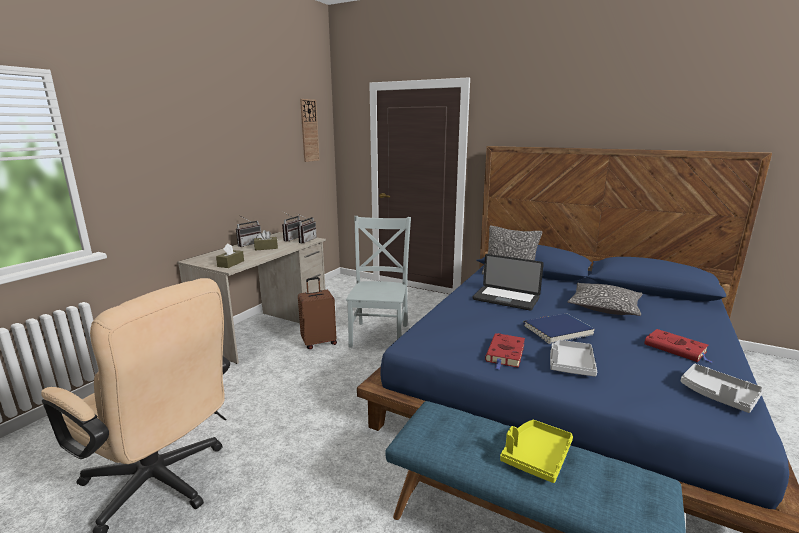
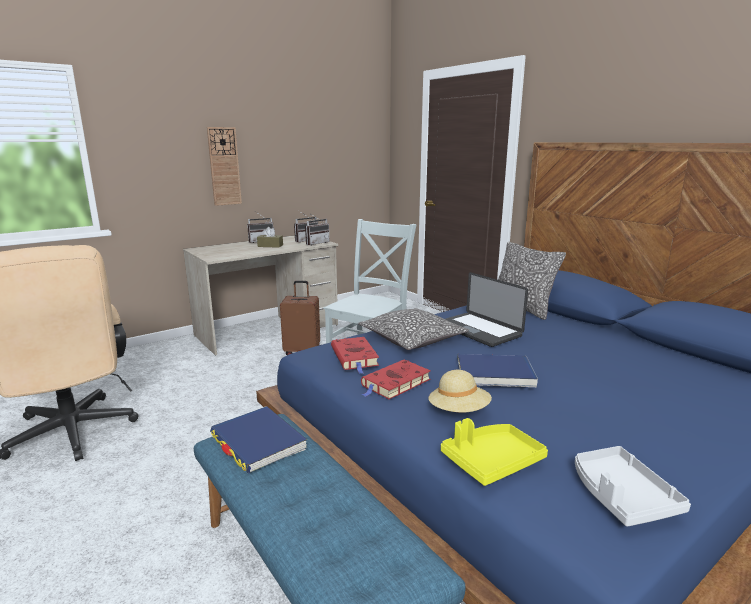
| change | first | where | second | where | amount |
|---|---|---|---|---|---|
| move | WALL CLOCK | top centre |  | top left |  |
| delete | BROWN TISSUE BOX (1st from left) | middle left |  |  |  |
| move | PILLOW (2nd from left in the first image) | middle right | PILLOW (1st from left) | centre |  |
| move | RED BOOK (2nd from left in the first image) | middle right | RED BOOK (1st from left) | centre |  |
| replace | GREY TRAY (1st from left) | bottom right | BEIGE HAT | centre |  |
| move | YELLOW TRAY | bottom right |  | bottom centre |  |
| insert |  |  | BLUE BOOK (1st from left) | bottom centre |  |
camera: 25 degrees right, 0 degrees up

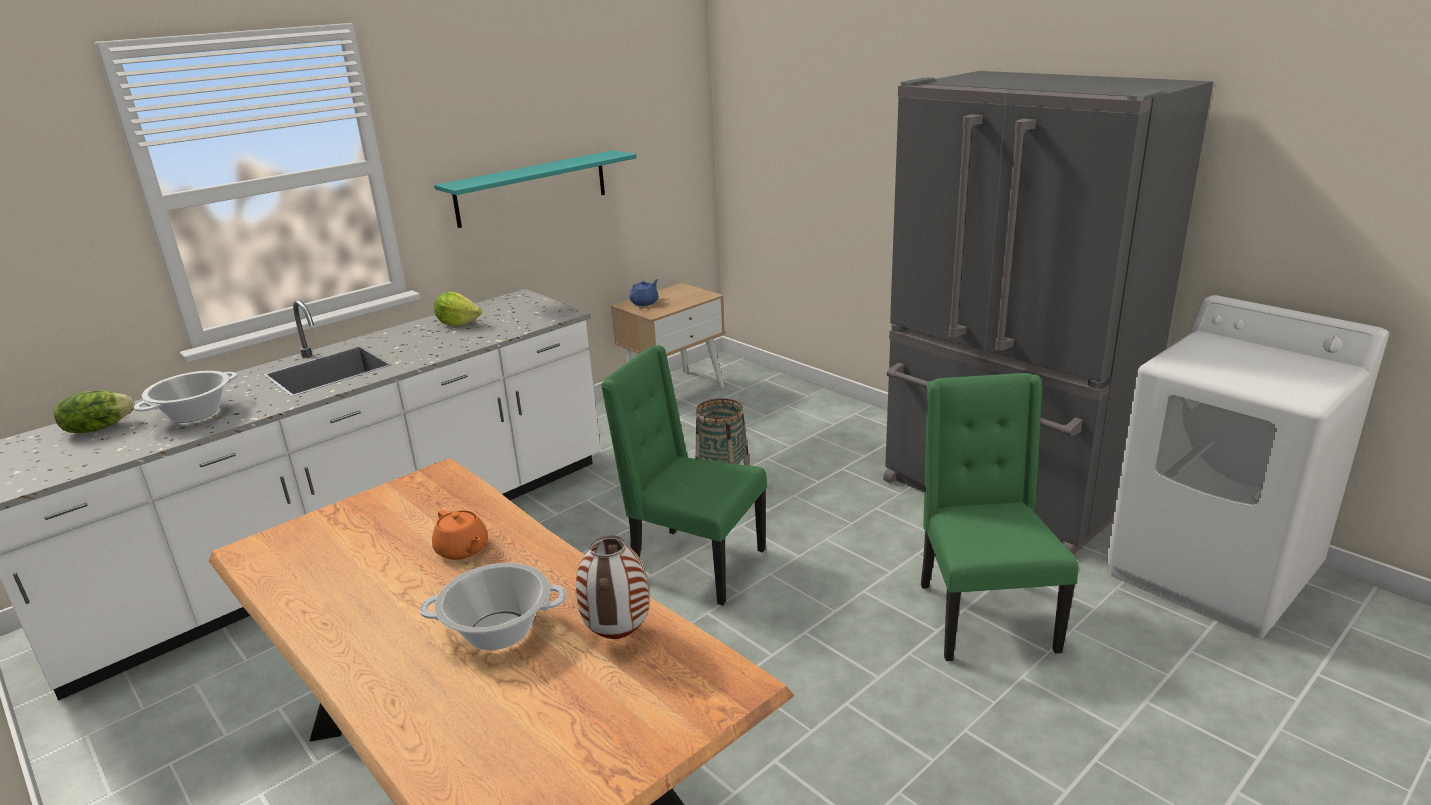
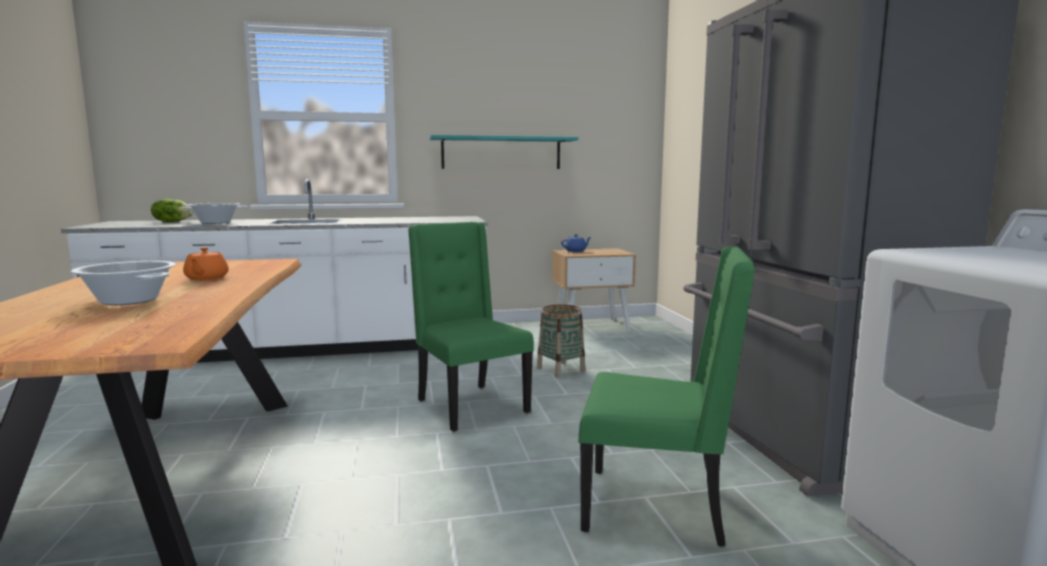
| change | first | where | second | where | amount |
|---|---|---|---|---|---|
| delete | LETTUCE (2nd from left) | middle left |  |  |  |
| rotate | GREEN CHAIR (2nd from left) | middle right |  | bottom centre | 75 degrees clockwise |
| delete | VASE | bottom centre |  |  |  |
camera: 30 degrees right, 15 degrees down

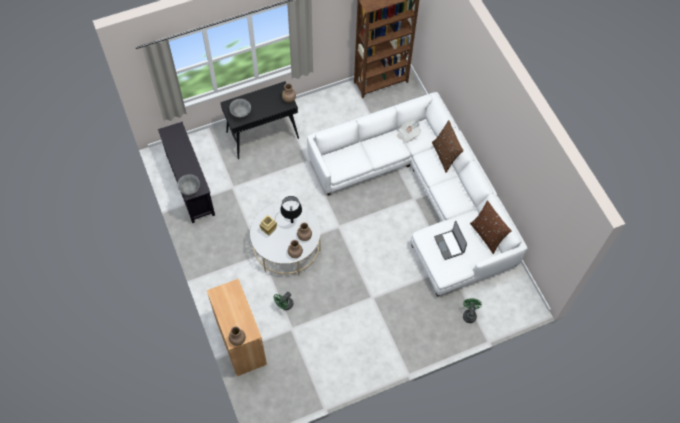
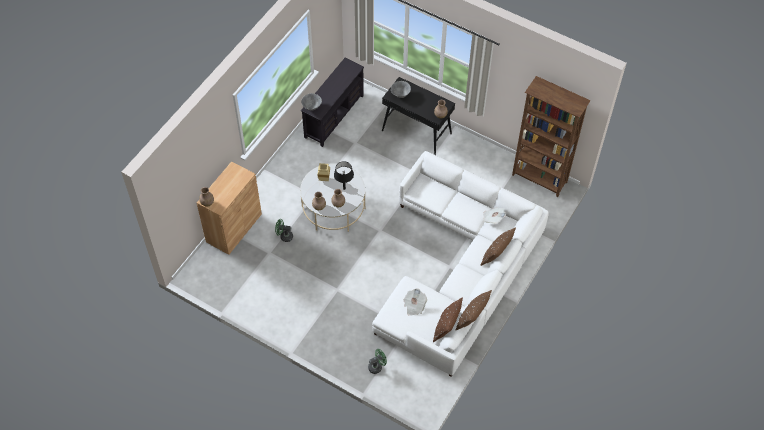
| change | first | where | second | where | amount |
|---|---|---|---|---|---|
| replace | LAPTOP | centre | NEWSPAPER (1st from left) | bottom centre |  |
| insert |  |  | BROWN PILLOW (2nd from left) | bottom centre |  |
camera: 55 degrees right, 5 degrees down

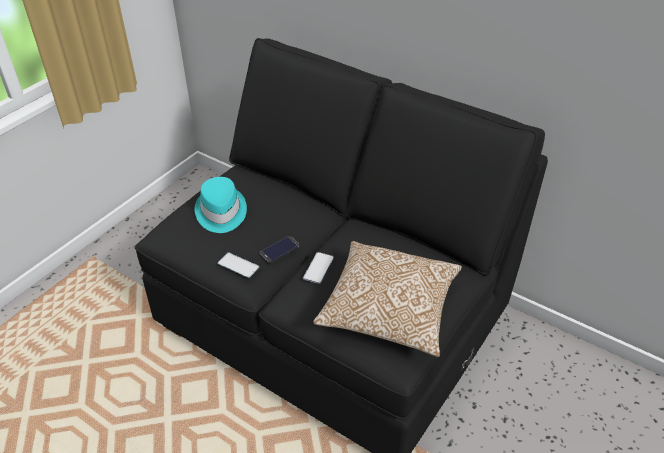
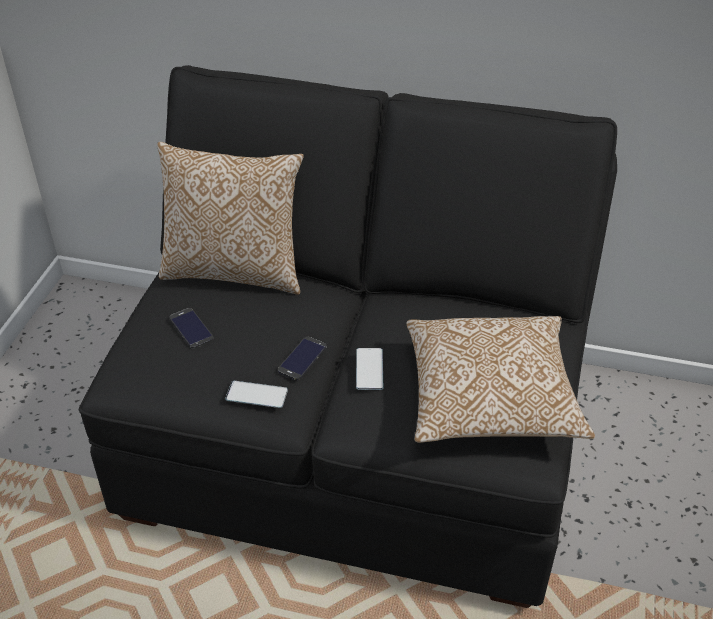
| change | first | where | second | where | amount |
|---|---|---|---|---|---|
| replace | TURQUOISE HAT | middle left | PHONE (1st from left) | middle left |  |
| insert |  |  | PILLOW (1st from left) | middle left |  |
camera: 20 degrees left, 0 degrees up

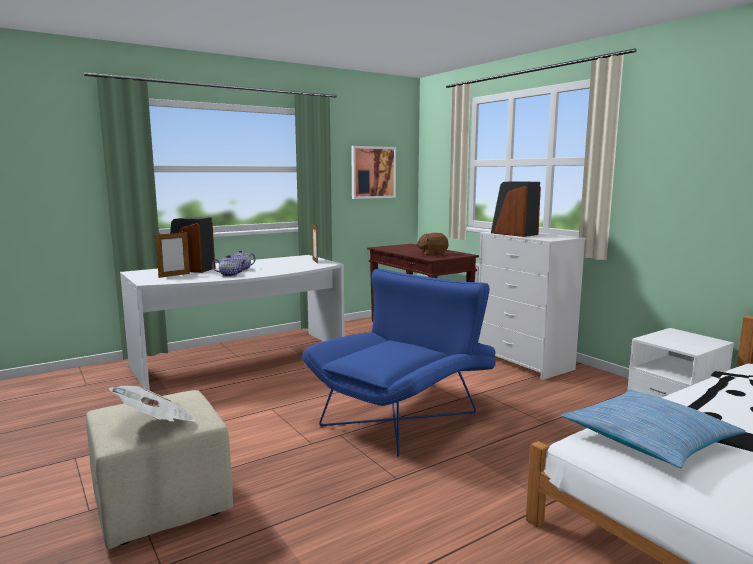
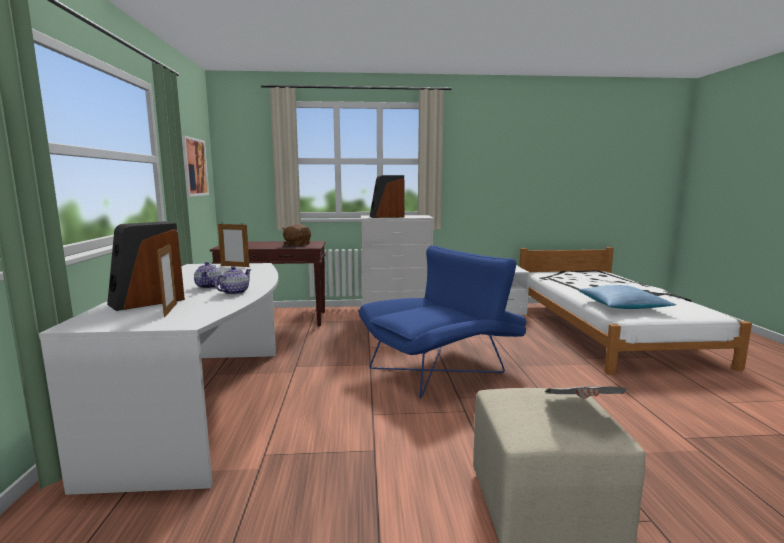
| change | first | where | second | where | amount |
|---|---|---|---|---|---|
| rotate | BLUE ARMCHAIR | centre |  | centre | 75 degrees clockwise |
camera: 60 degrees left, 0 degrees up

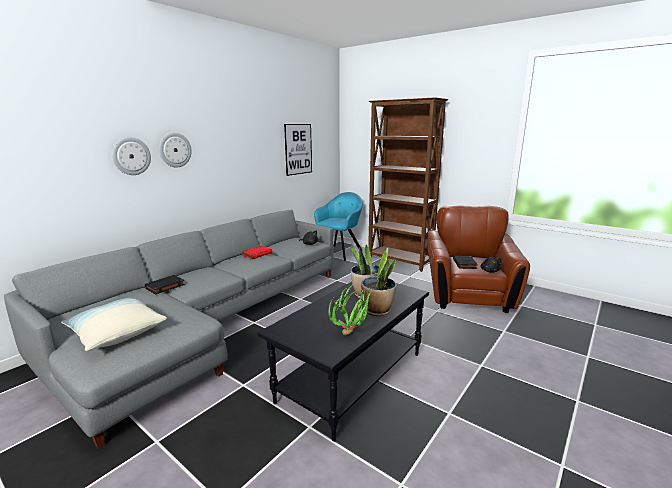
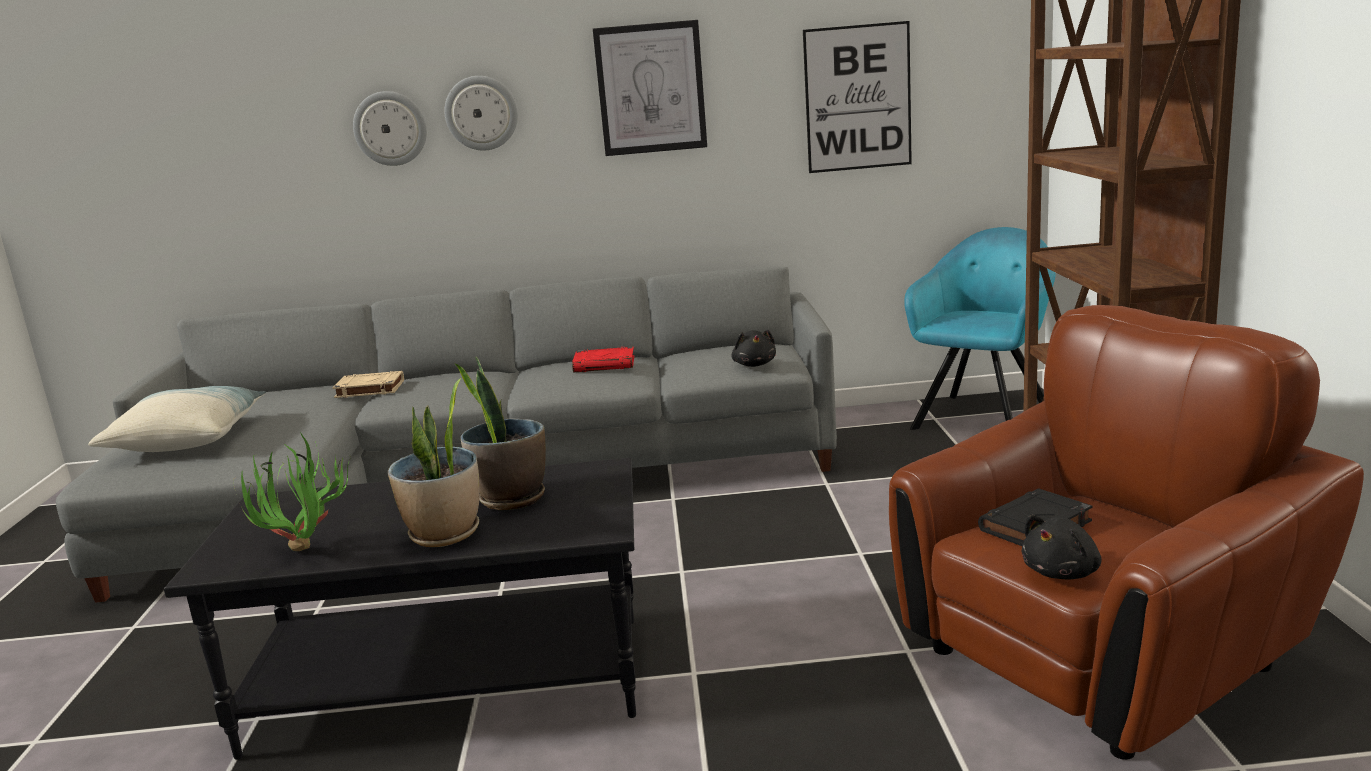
| change | first | where | second | where | amount |
|---|---|---|---|---|---|
| rotate | TURQUOISE ARMCHAIR | centre |  | middle right | 45 degrees counterclockwise |
| recolor | BLACK BOOK (1st from left) | middle left | BEIGE BOOK | middle left |  |
| insert |  |  | PICTURE (1st from left) | top centre |  |
camera: 50 degrees right, 0 degrees up

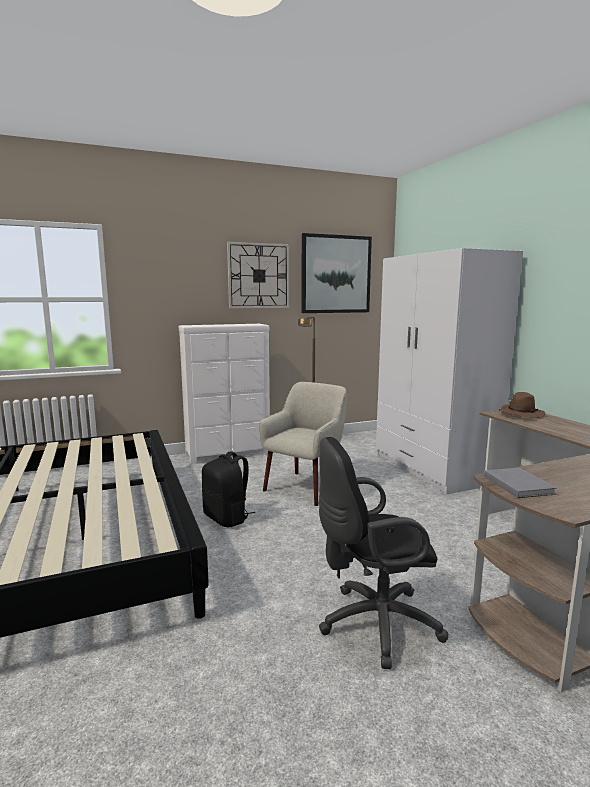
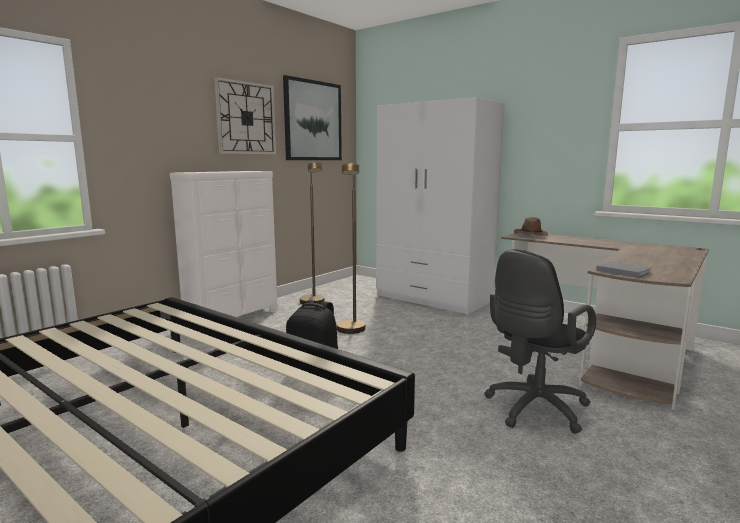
| change | first | where | second | where | amount |
|---|---|---|---|---|---|
| replace | BEIGE ARMCHAIR | centre | BROWN FLOOR LAMP (2nd from left) | centre |  |
camera: 30 degrees left, 0 degrees up

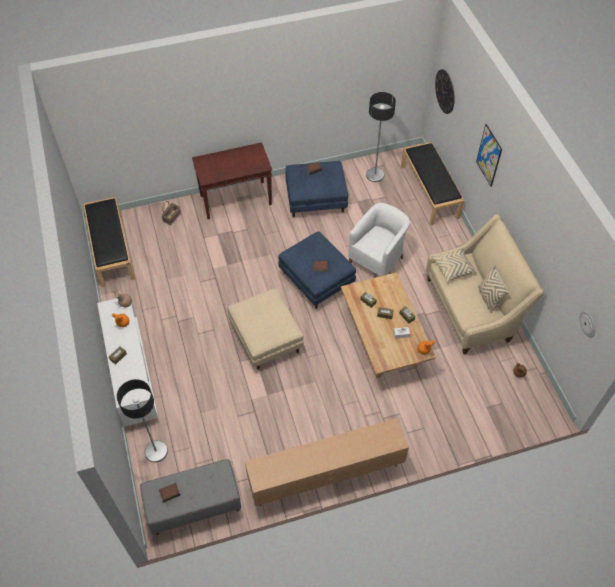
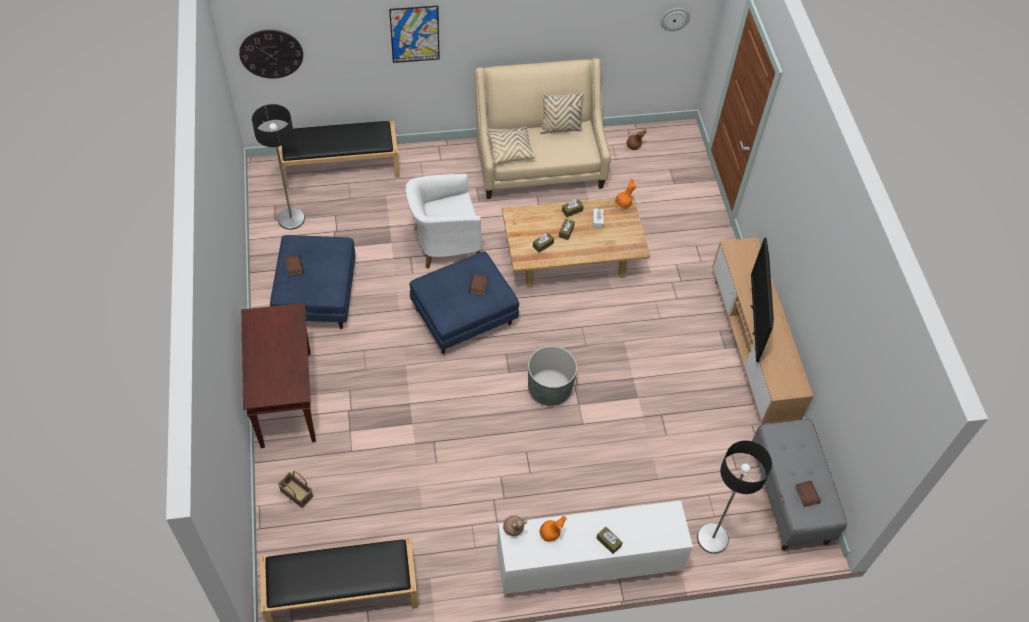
| change | first | where | second | where | amount |
|---|---|---|---|---|---|
| rotate | WHITE ARMCHAIR | centre |  | centre | 60 degrees counterclockwise |
| replace | BEIGE OTTOMAN | centre | GREY PLANTER | centre |  |
| insert |  |  | TELEVISION | middle right |  |
camera: 85 degrees left, 0 degrees up

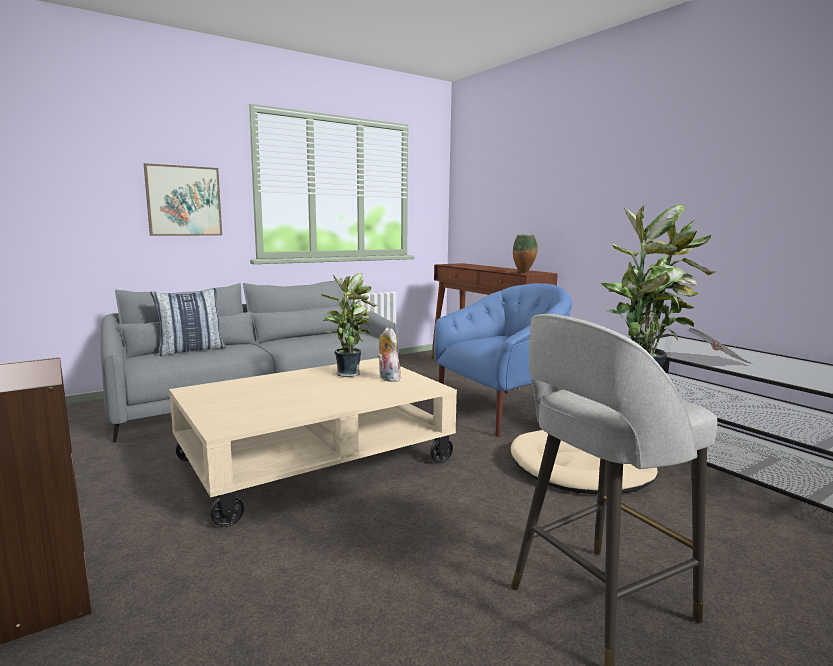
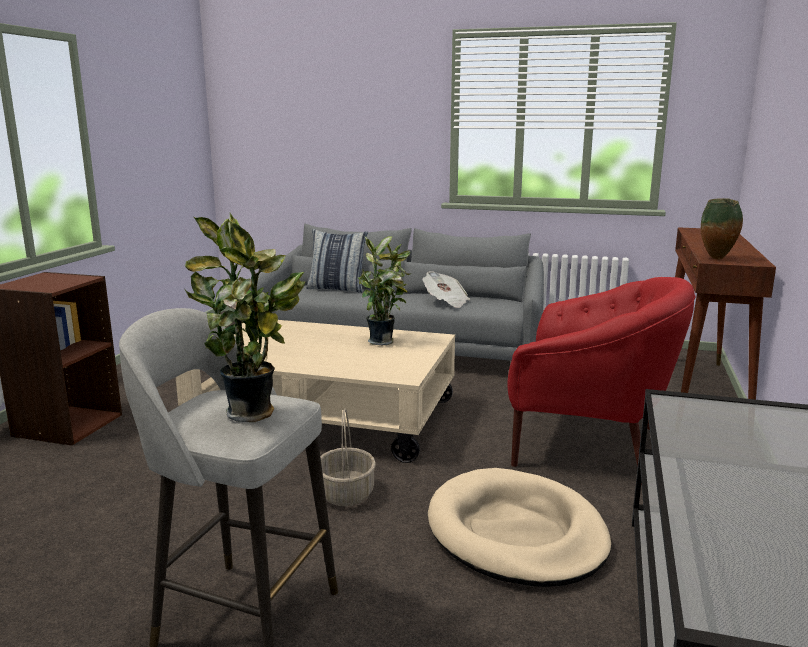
| change | first | where | second | where | amount |
|---|---|---|---|---|---|
| delete | PICTURE | top left |  |  |  |
| recolor | BLUE ARMCHAIR | centre | RED ARMCHAIR | middle right |  |
| delete | PLUSH TOY | centre |  |  |  |
| move | NEWSPAPER | middle right |  | centre |  |
| insert |  |  | BASKET | bottom centre |  |
camera: 50 degrees right, 5 degrees up

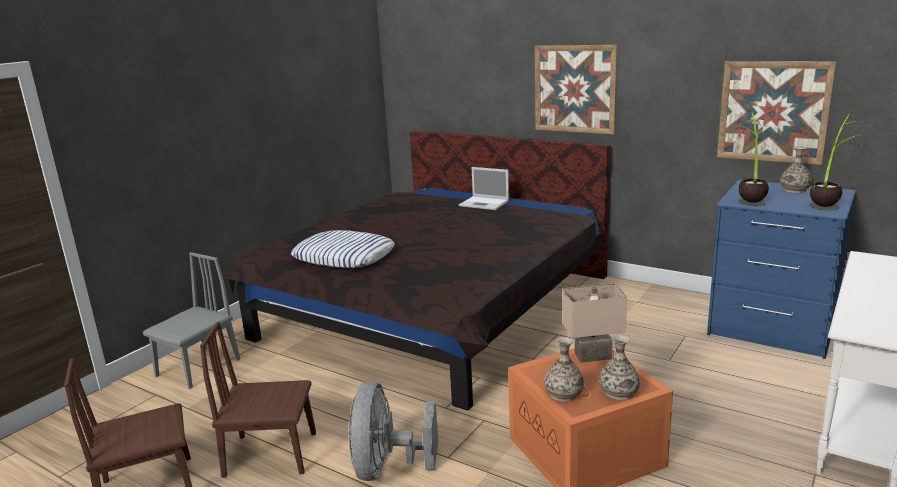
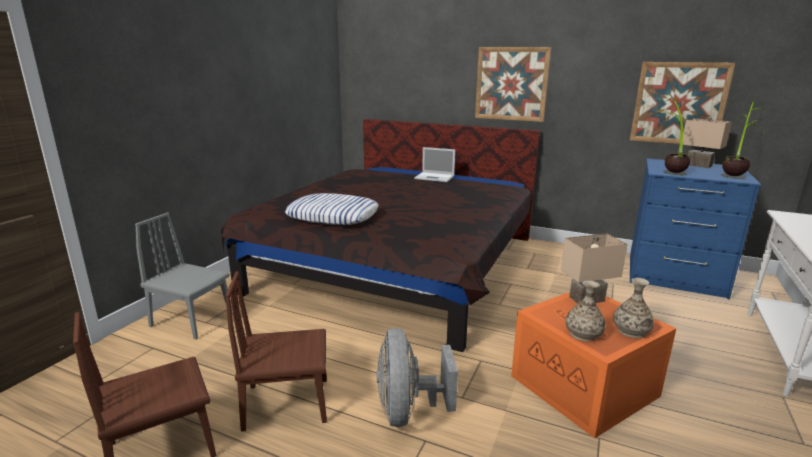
| change | first | where | second | where | amount |
|---|---|---|---|---|---|
| replace | VASE (3rd from left) | middle right | BEIGE TABLE LAMP (2nd from left) | top right |  |
| rotate | GREY CHAIR | middle left |  | middle left | 90 degrees counterclockwise |
camera: 10 degrees left, 0 degrees up

